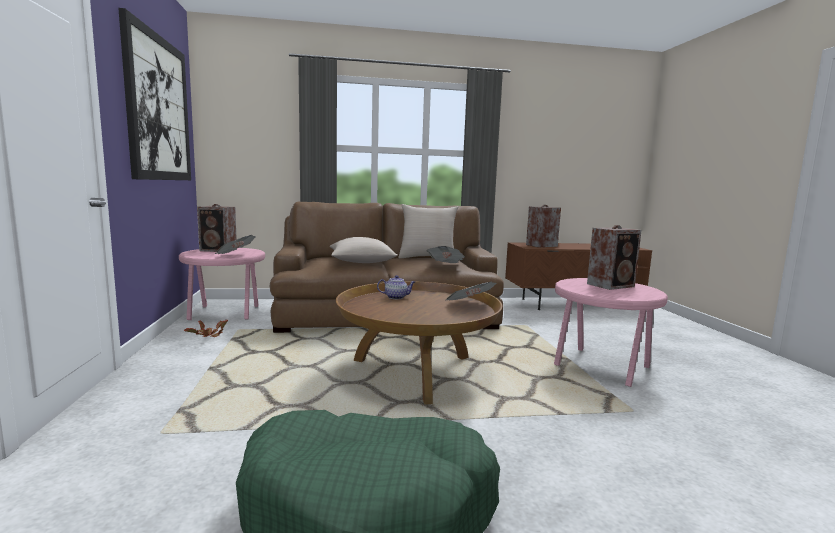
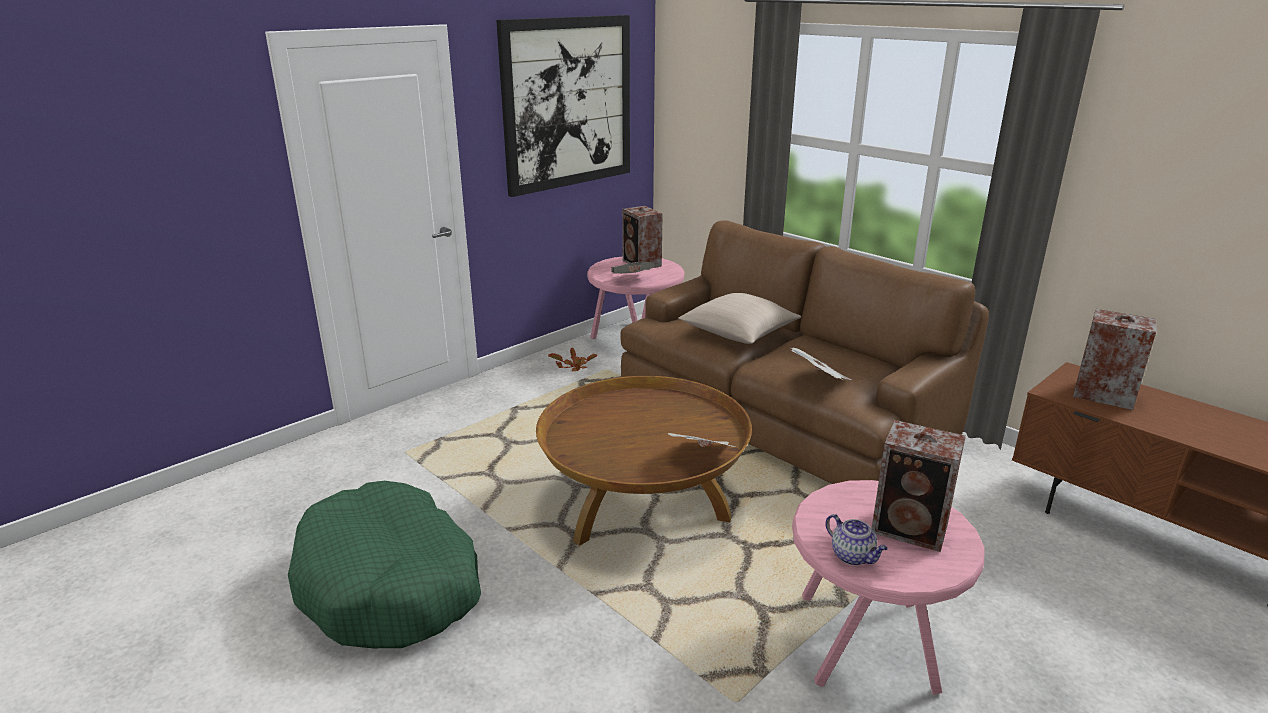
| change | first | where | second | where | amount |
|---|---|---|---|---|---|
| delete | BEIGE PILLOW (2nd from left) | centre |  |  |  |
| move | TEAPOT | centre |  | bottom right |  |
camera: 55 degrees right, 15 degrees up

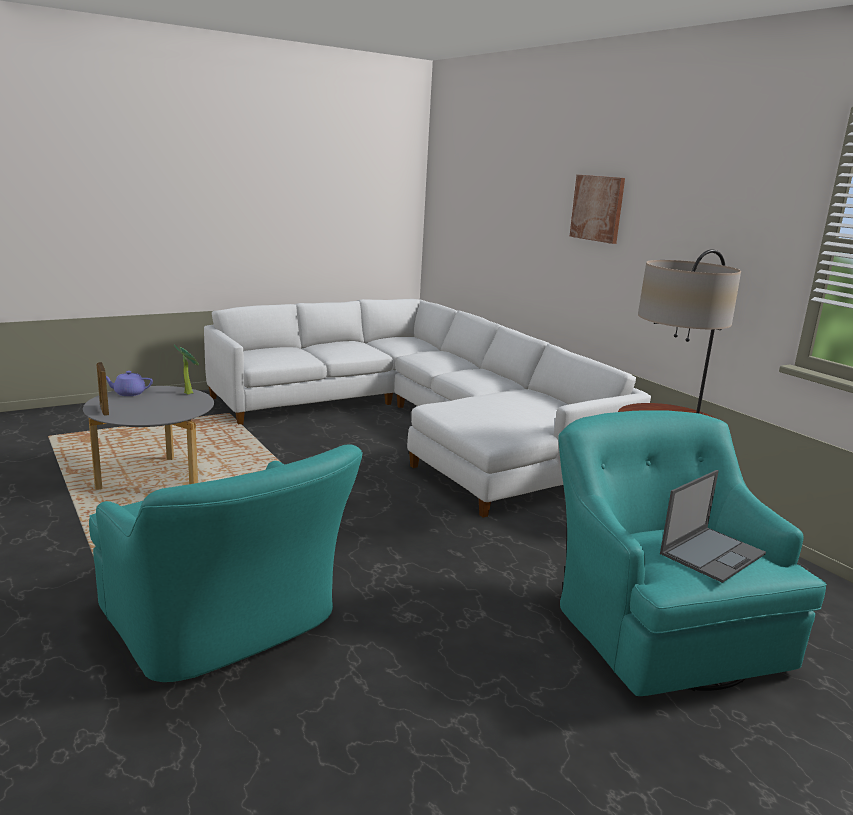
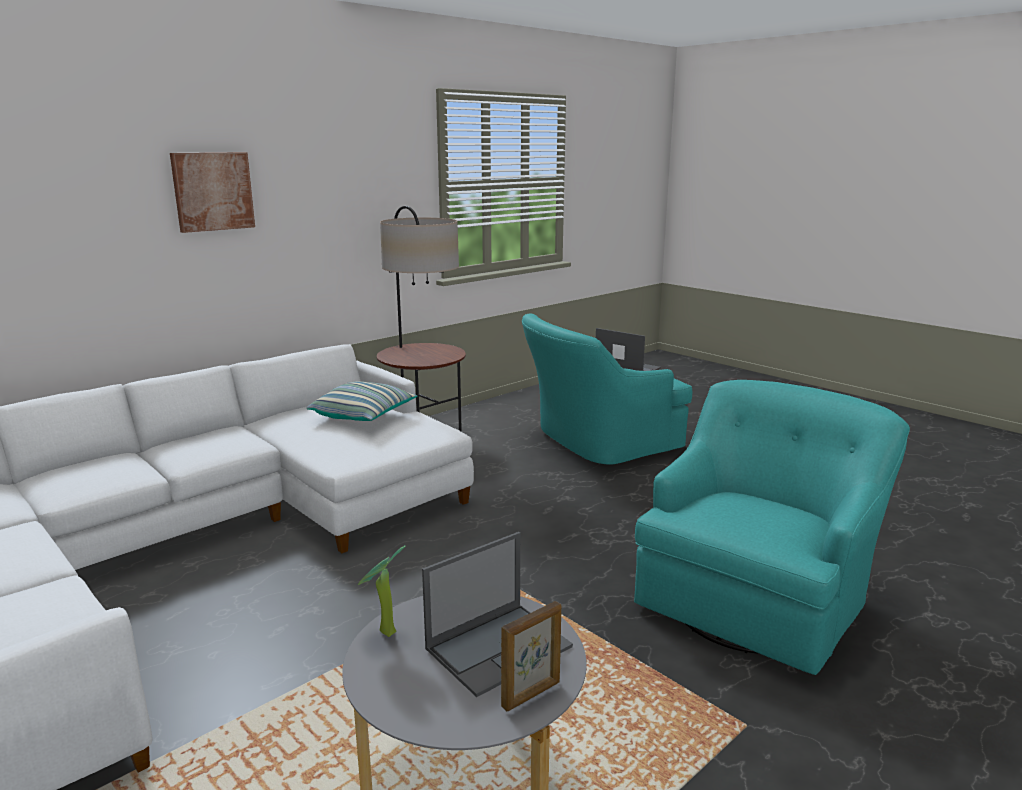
| change | first | where | second | where | amount |
|---|---|---|---|---|---|
| delete | PURPLE TEAPOT | middle left |  |  |  |
| insert |  |  | PILLOW | centre |  |
| insert |  |  | LAPTOP (1st from left) | bottom centre |  |
camera: 100 degrees left, 0 degrees up

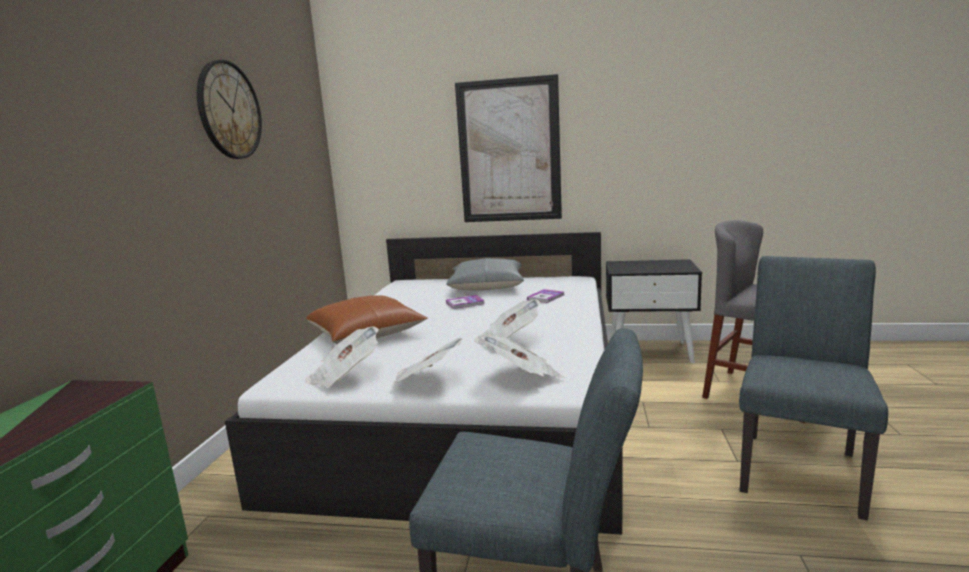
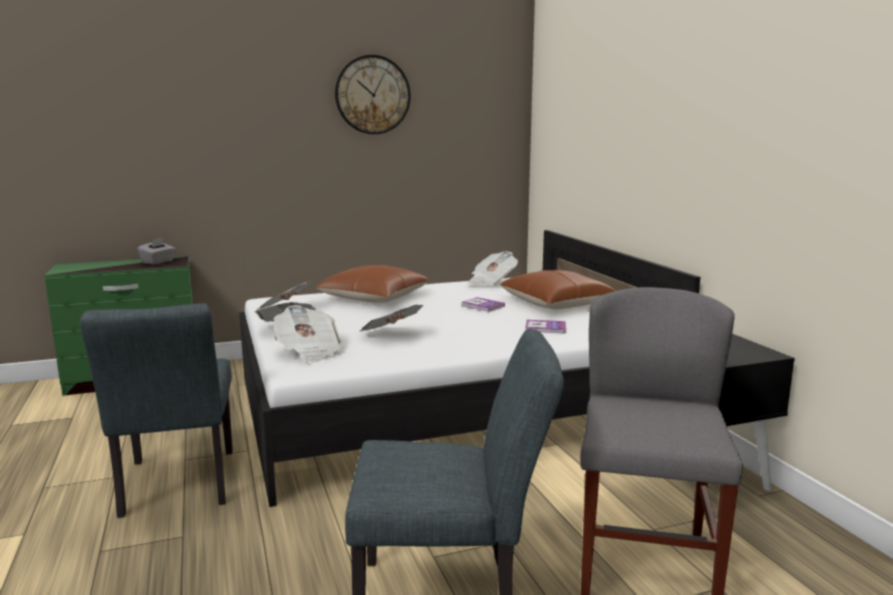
| change | first | where | second | where | amount |
|---|---|---|---|---|---|
| delete | PICTURE | top centre |  |  |  |
| recolor | GREY PILLOW | centre | BROWN PILLOW (2nd from left) | centre |  |
| insert |  |  | GREY TISSUE BOX | middle left |  |
| insert |  |  | NEWSPAPER (5th from left) | centre |  |
camera: 60 degrees right, 0 degrees up

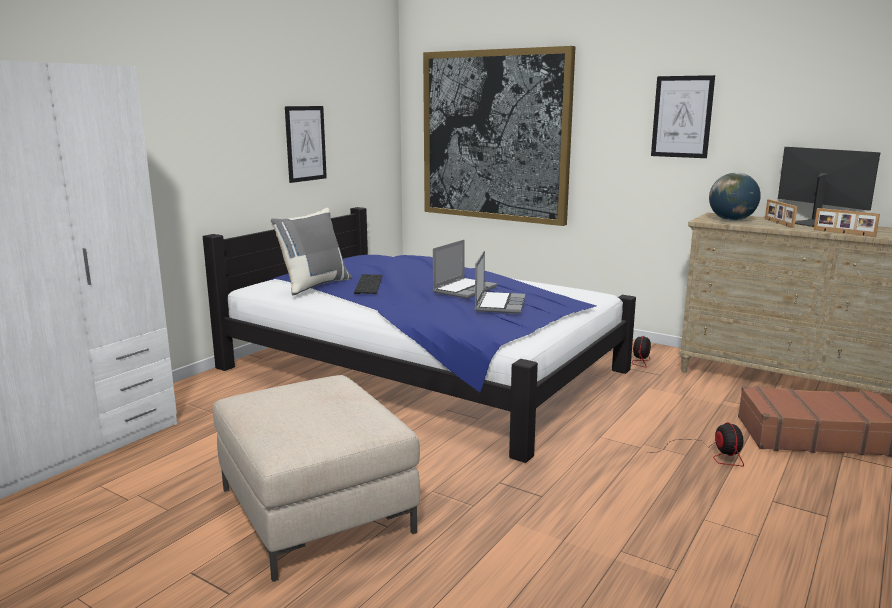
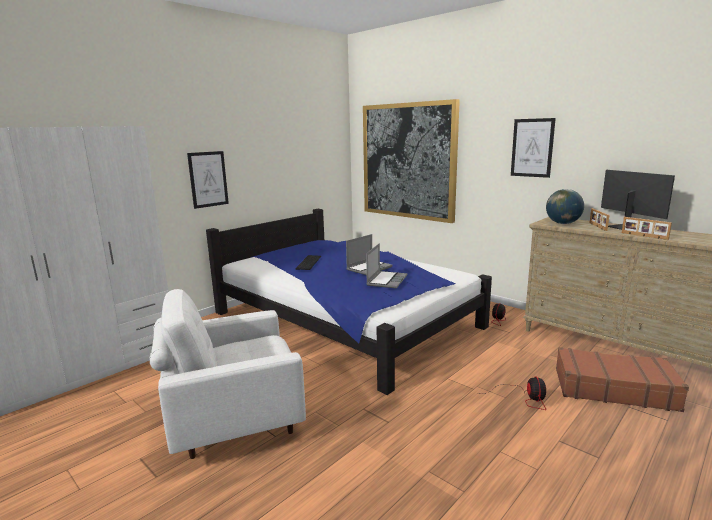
| change | first | where | second | where | amount |
|---|---|---|---|---|---|
| move | PICTURE (1st from left) | top centre |  | middle left |  |
| delete | GREY PILLOW | centre |  |  |  |
| replace | BEIGE OTTOMAN | bottom centre | WHITE ARMCHAIR | bottom left |  |
camera: 10 degrees right, 0 degrees up

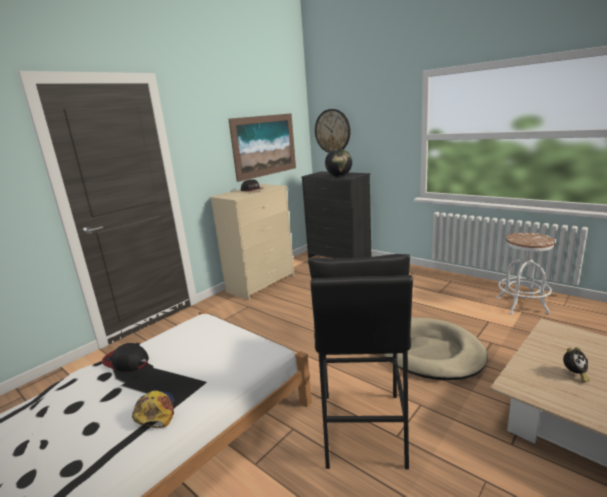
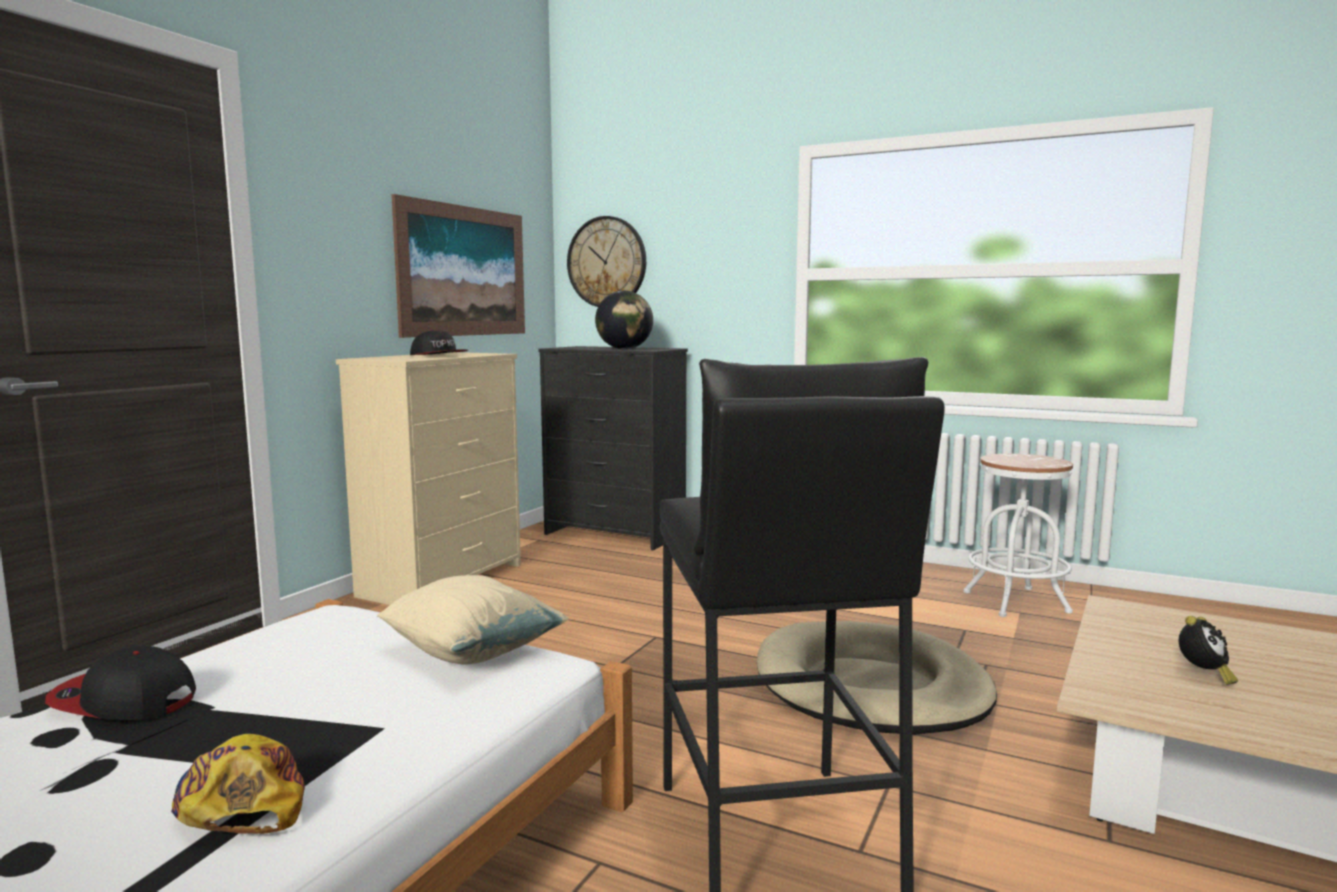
| change | first | where | second | where | amount |
|---|---|---|---|---|---|
| insert |  |  | BEIGE PILLOW | bottom centre |  |
camera: 15 degrees left, 10 degrees down

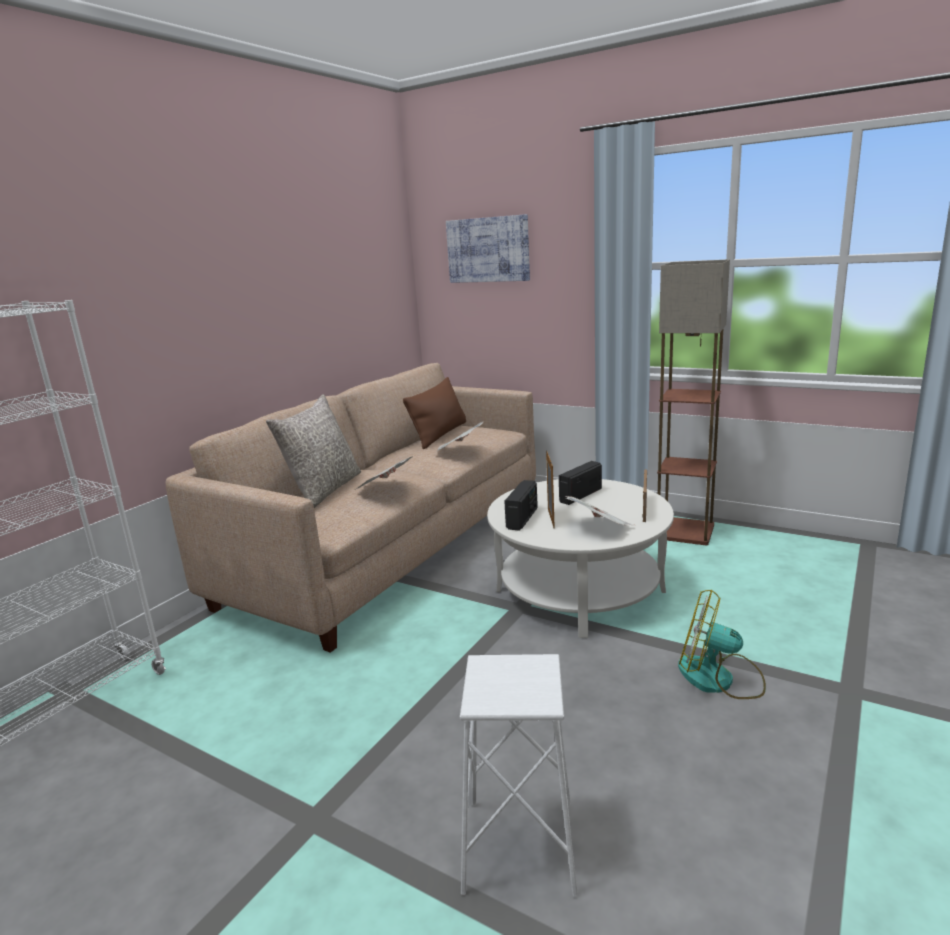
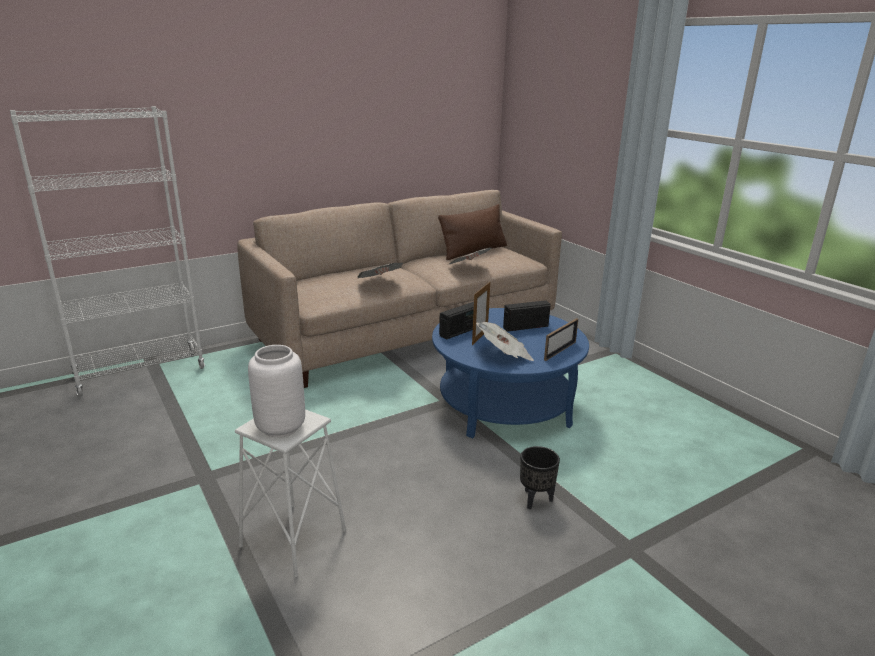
| change | first | where | second | where | amount |
|---|---|---|---|---|---|
| delete | PICTURE | top centre |  |  |  |
| delete | FLOOR LAMP | middle right |  |  |  |
| delete | GREY PILLOW | middle left |  |  |  |
| recolor | WHITE COFFEE TABLE | centre | BLUE COFFEE TABLE | centre |  |
| replace | FAN | bottom right | BLACK PLANTER | bottom centre |  |
| insert |  |  | WHITE VASE | middle left |  |
camera: 25 degrees right, 5 degrees up

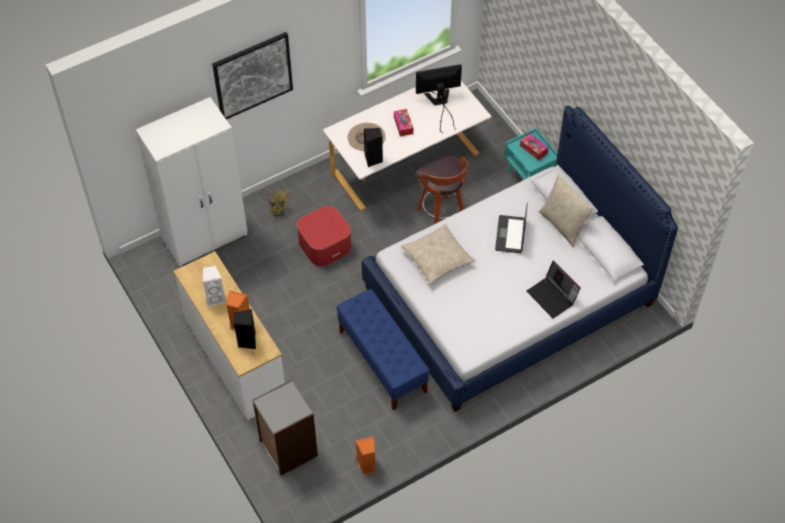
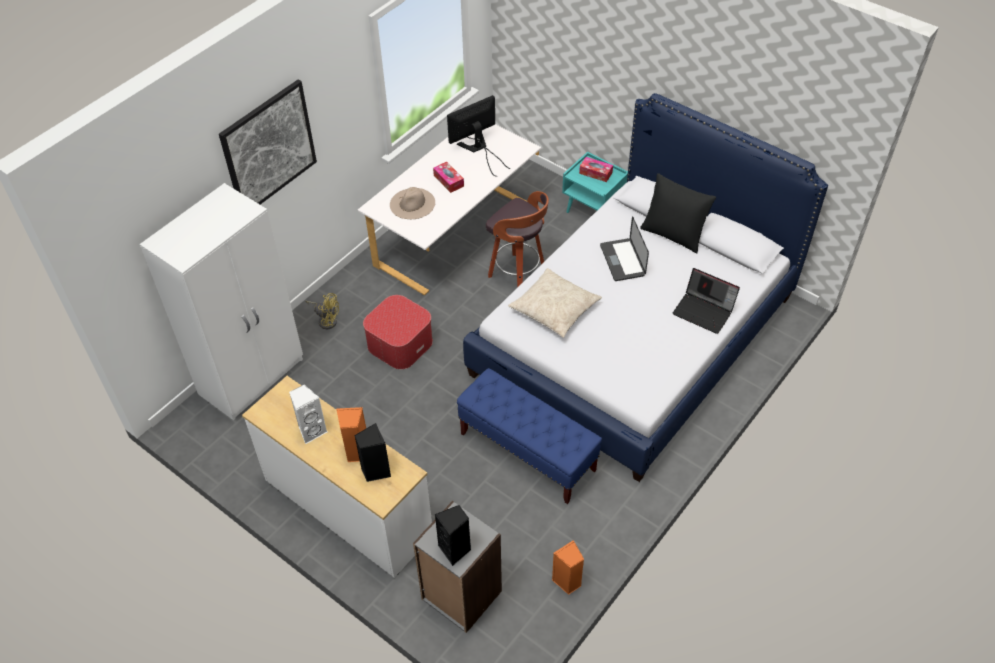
| change | first | where | second | where | amount |
|---|---|---|---|---|---|
| move | BLACK SPEAKER (2nd from left) | top centre |  | bottom centre |  |
| recolor | BEIGE PILLOW (2nd from left) | middle right | BLACK PILLOW | top right |  |
camera: 20 degrees left, 5 degrees down

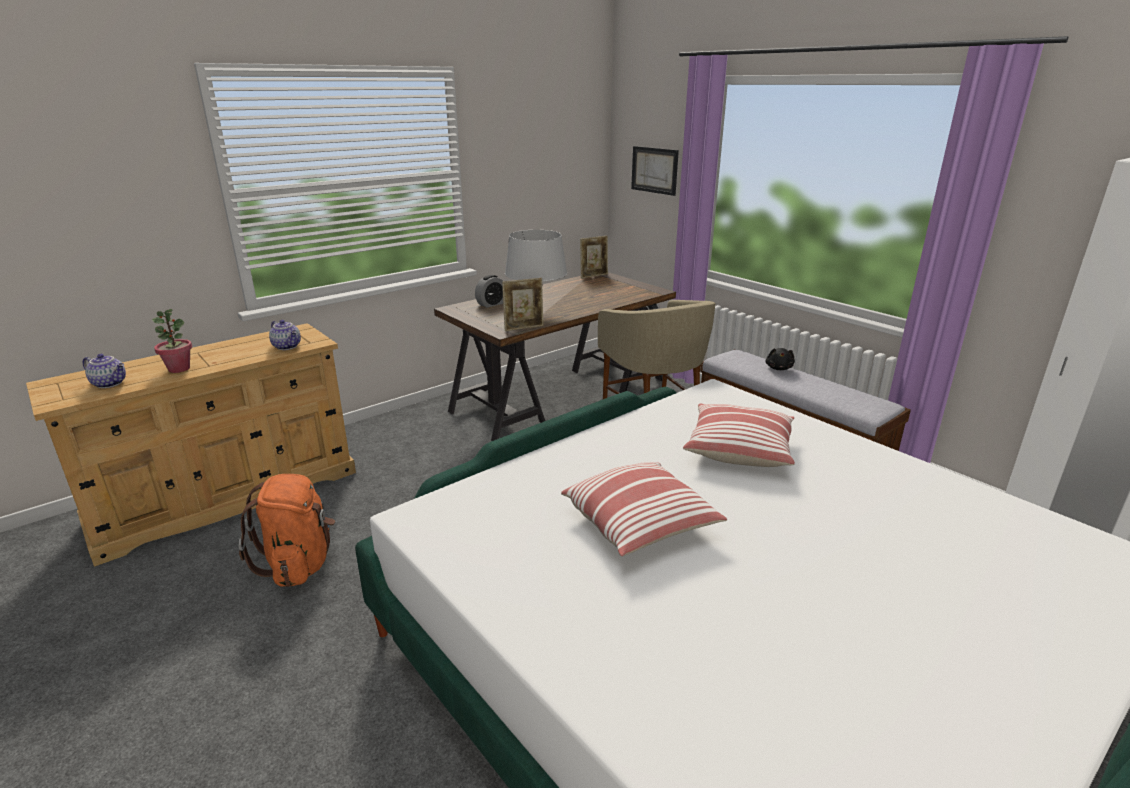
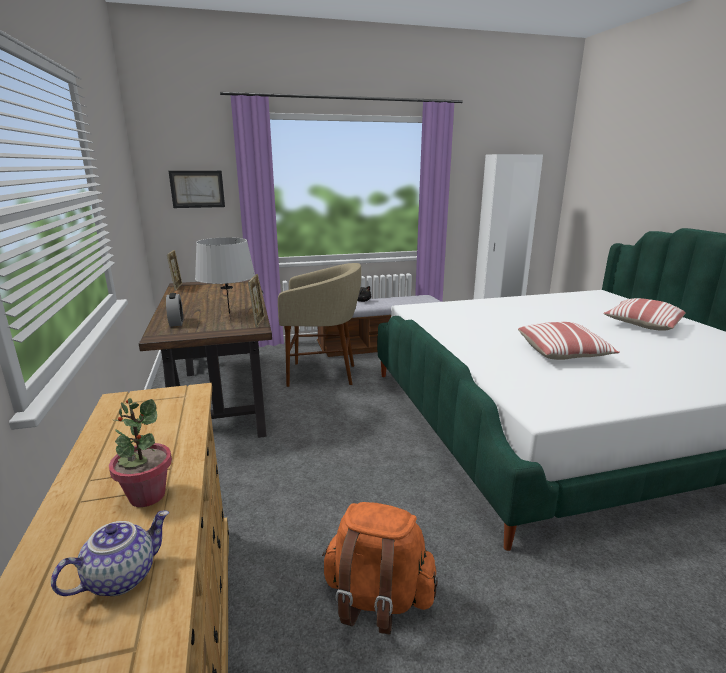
| change | first | where | second | where | amount |
|---|---|---|---|---|---|
| delete | TEAPOT (2nd from left) | middle left |  |  |  |
| move | PILLOW (2nd from left) | centre |  | middle right |  |
camera: 65 degrees left, 5 degrees down

